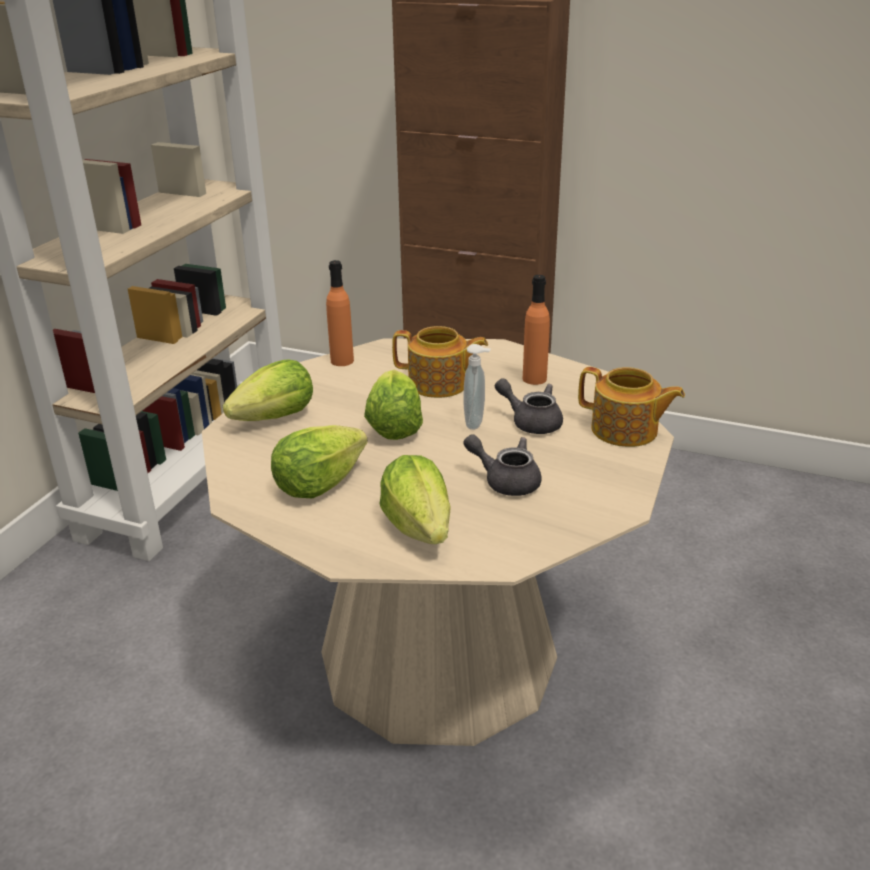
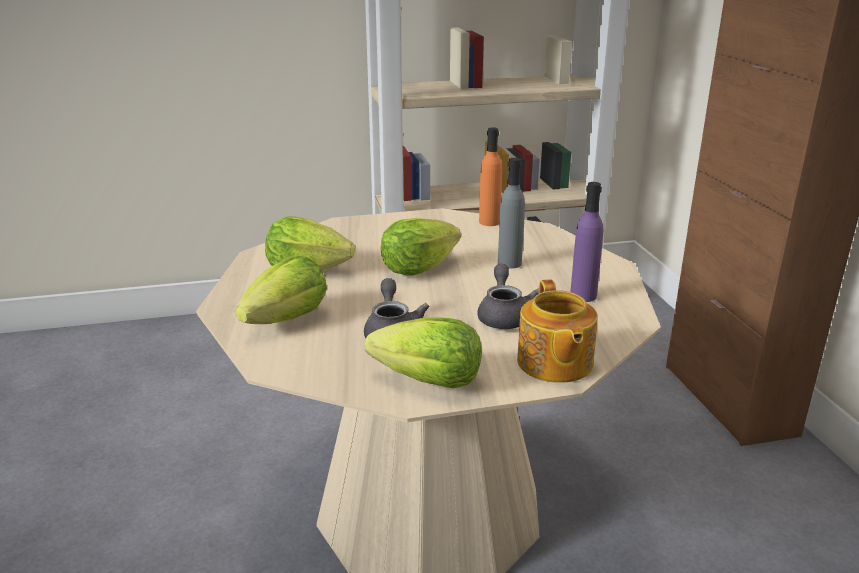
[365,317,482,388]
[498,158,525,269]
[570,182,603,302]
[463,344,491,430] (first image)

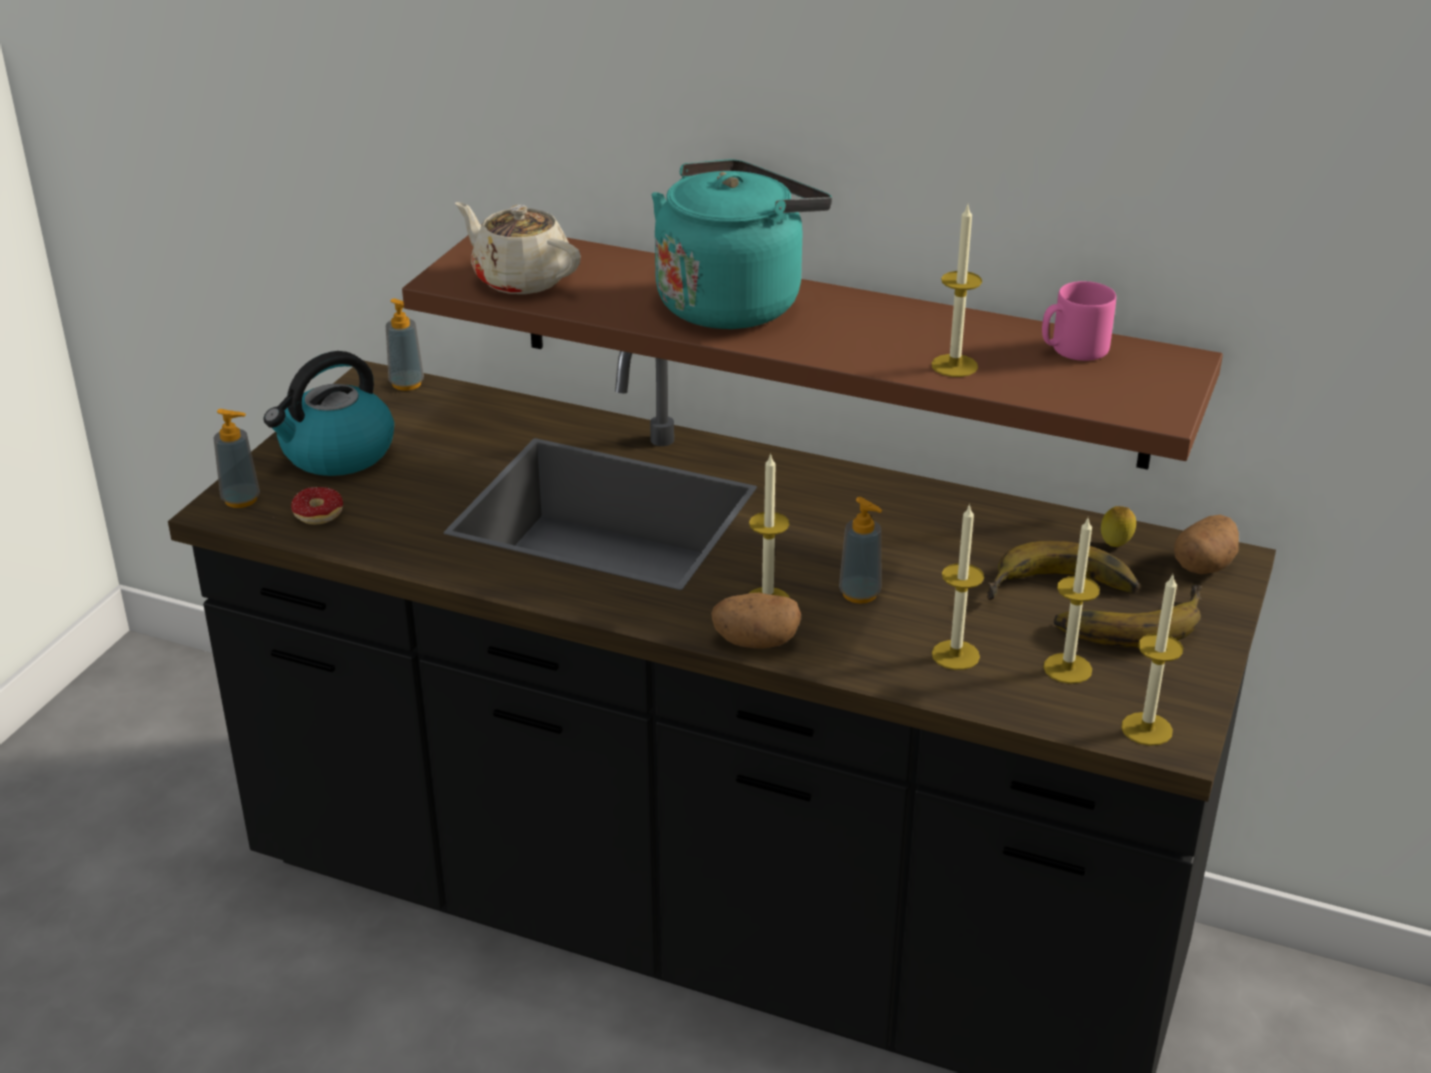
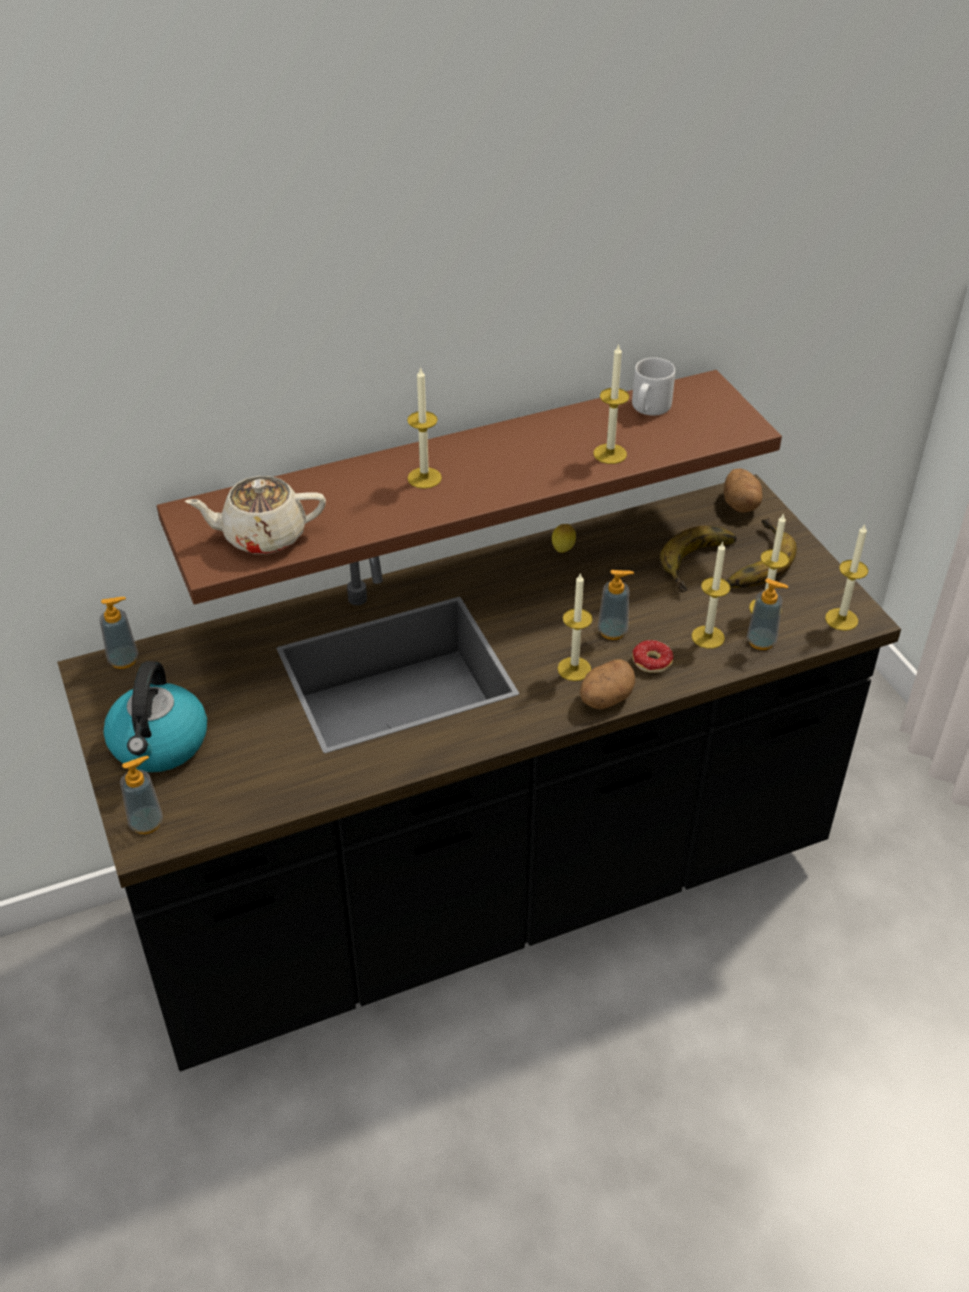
[407,367,442,489]
[552,524,576,553]
[632,358,675,416]
[632,640,674,673]
[747,578,789,650]

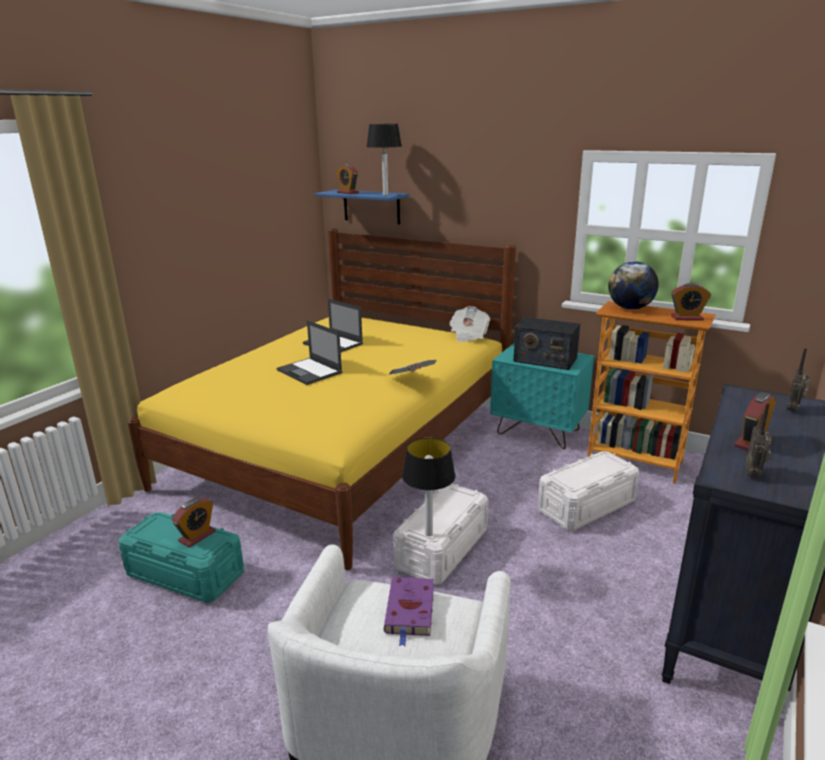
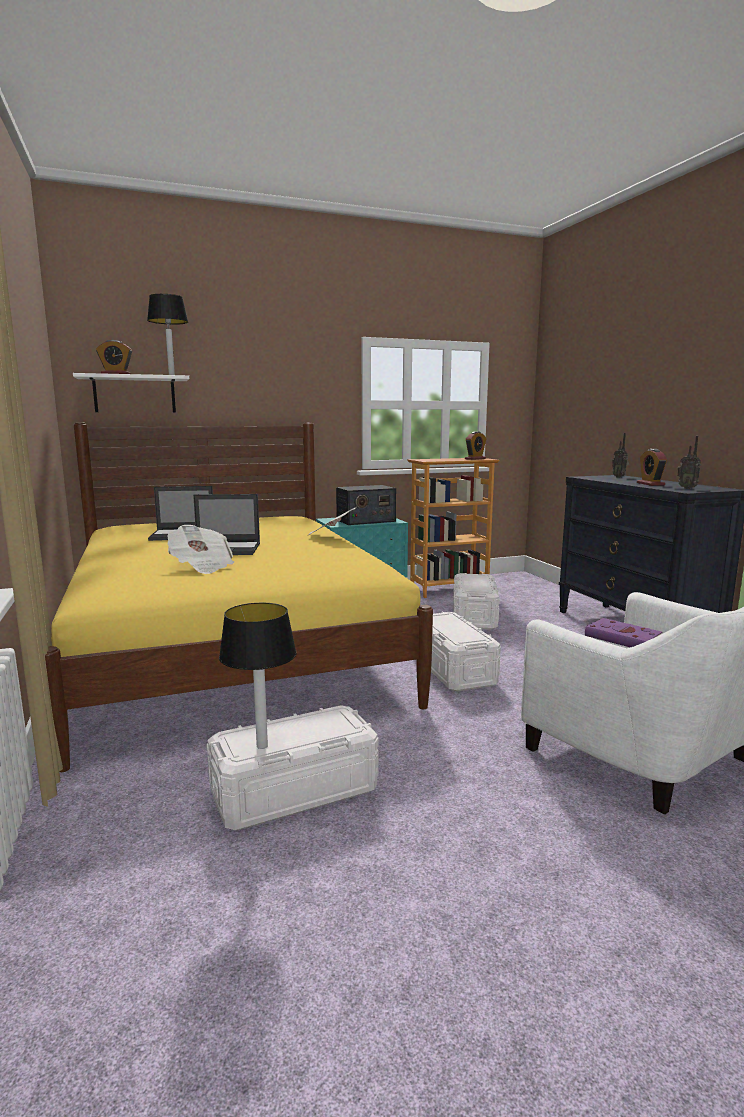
[73,373,189,413]
[167,525,234,574]
[207,705,378,830]
[219,603,297,749]
[172,498,216,548] (first image)
[608,261,659,310] (first image)

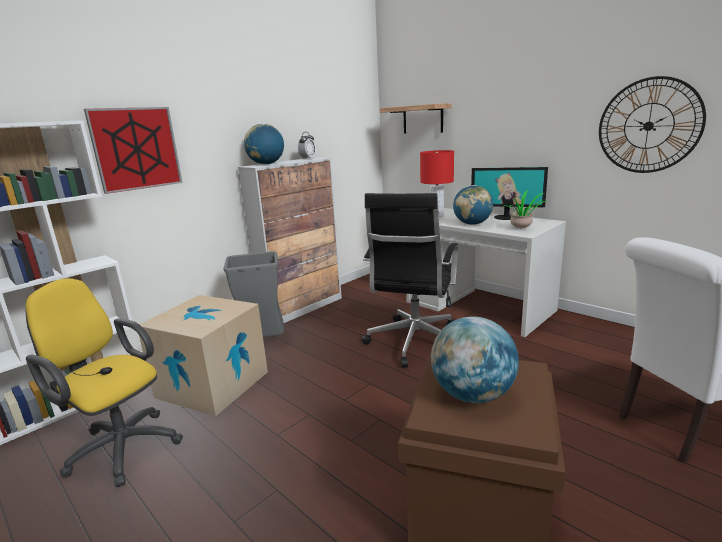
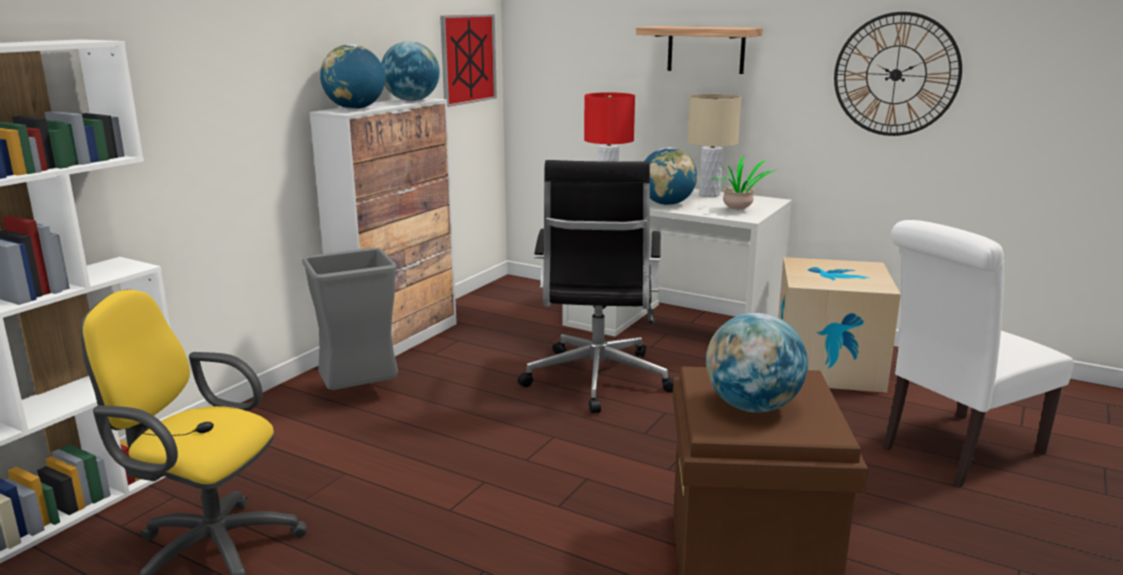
[381,41,440,101]
[440,14,497,107]
[636,26,763,74]
[687,94,742,197]
[778,257,901,393]

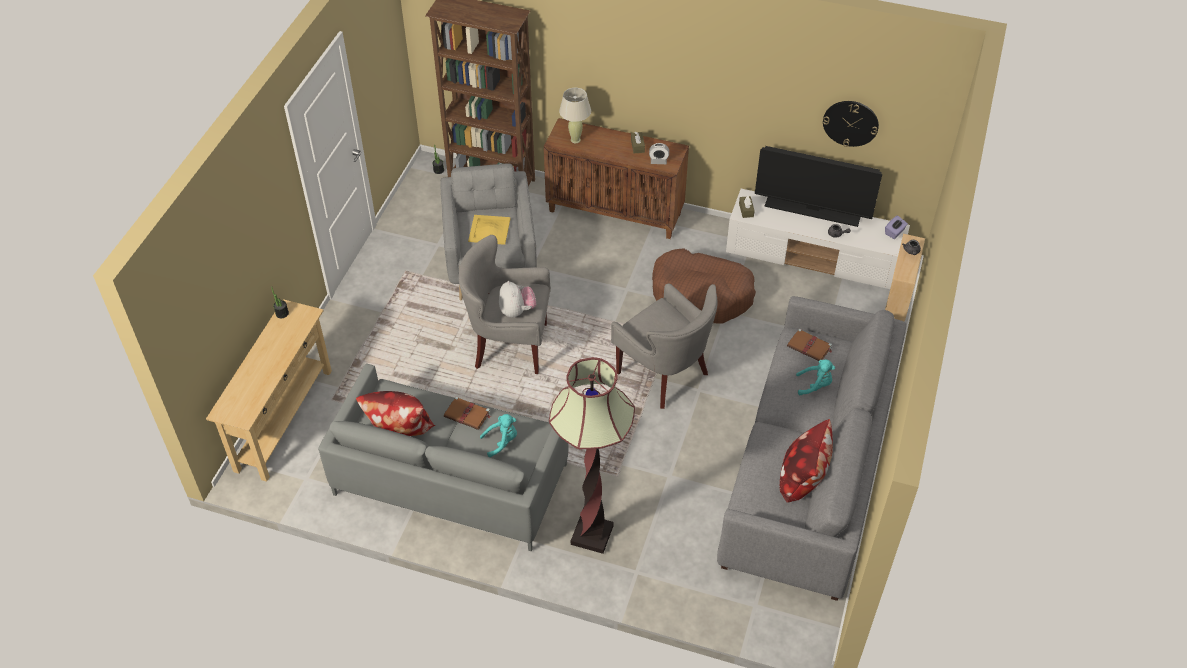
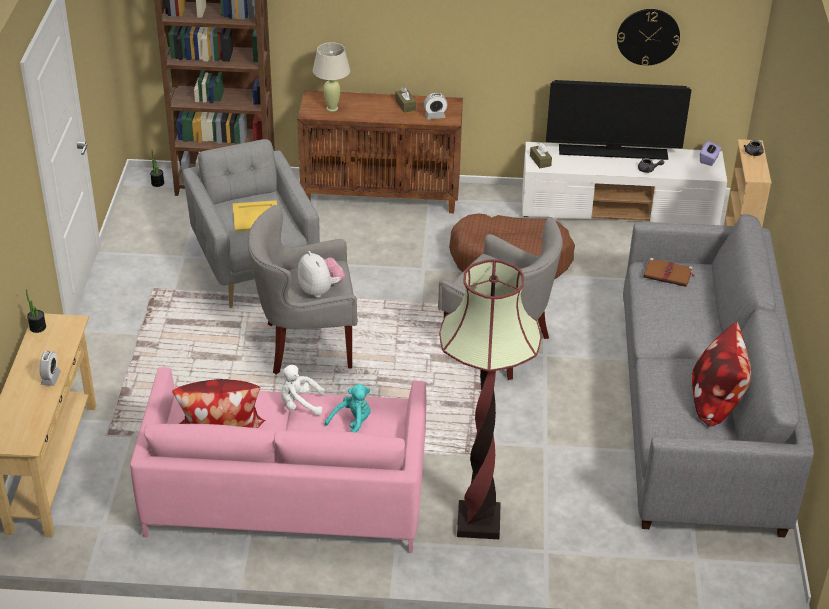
[40,351,61,386]
[130,367,426,553]
[280,365,325,415]
[796,360,835,395] (first image)

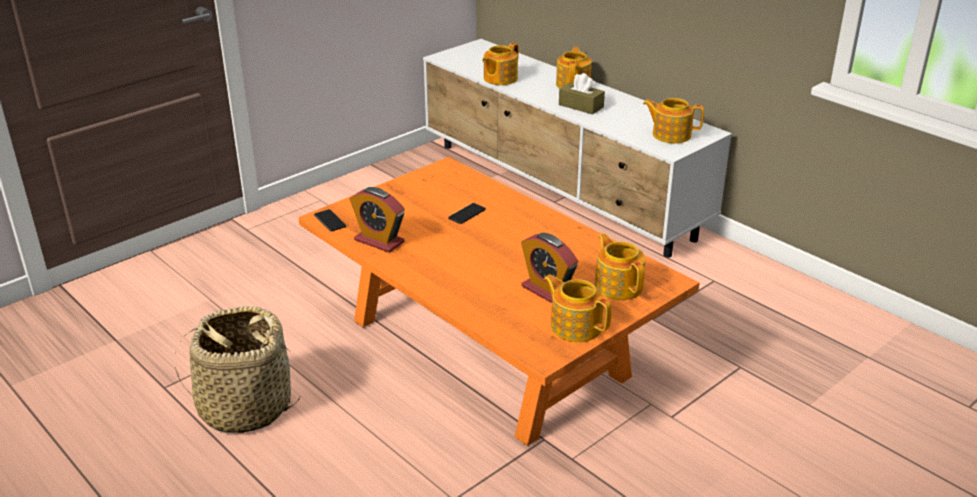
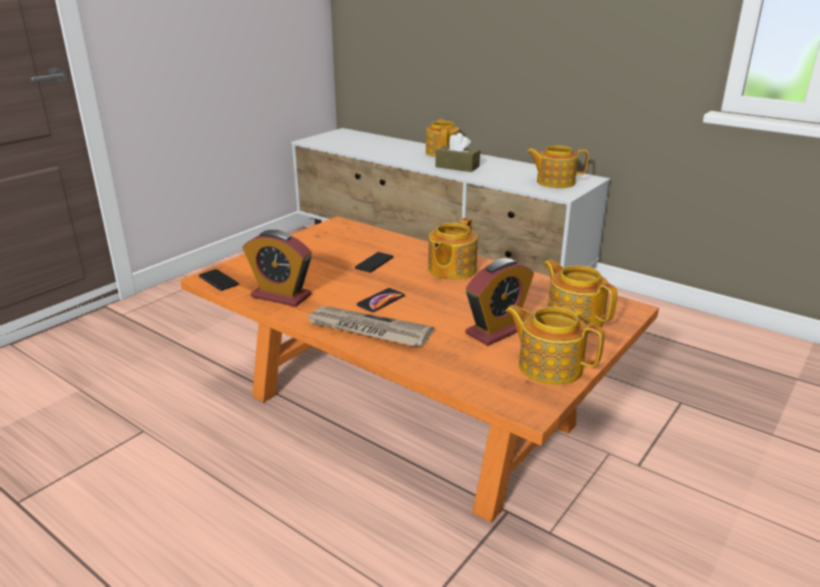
[306,306,434,346]
[357,288,405,312]
[428,218,478,280]
[466,258,534,346]
[175,306,301,434] (first image)

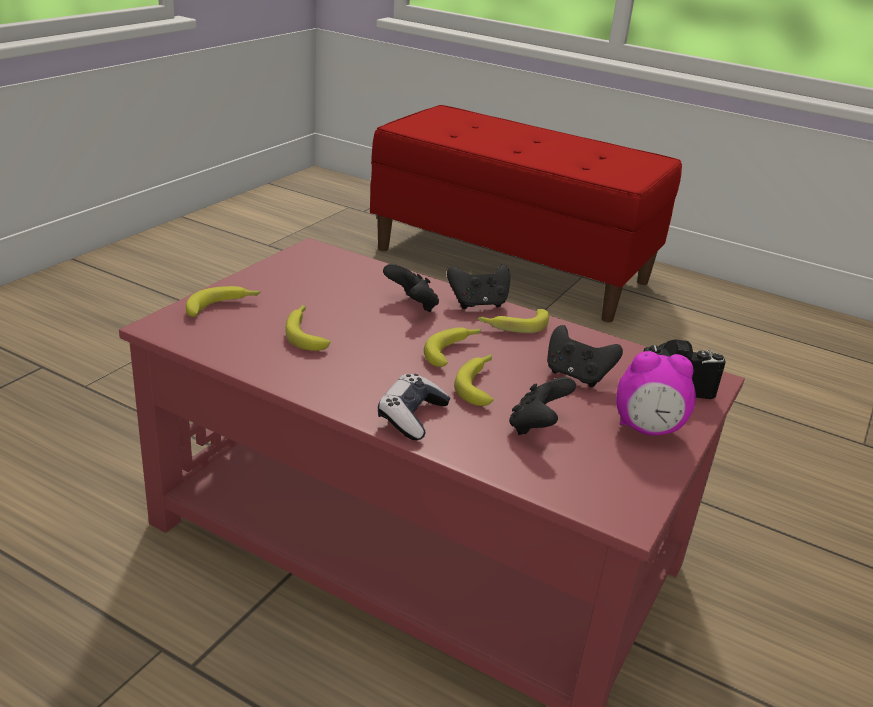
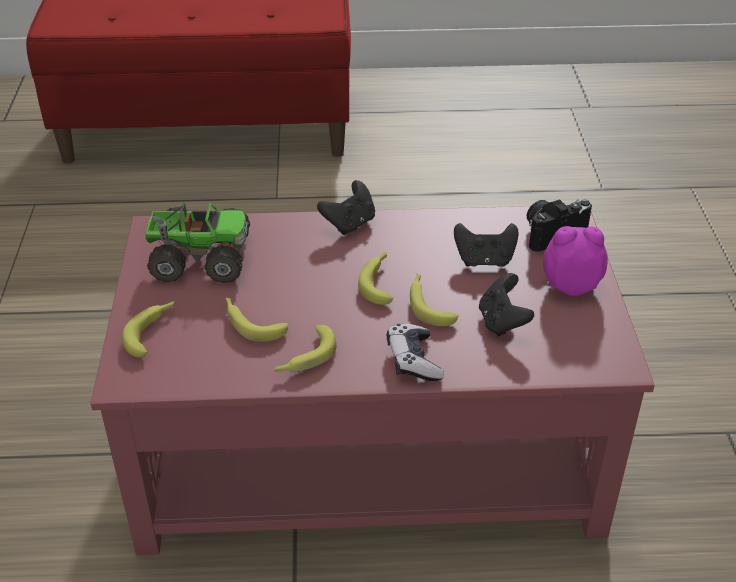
[145,203,250,283]
[274,325,336,372]
[543,226,608,296]
[383,264,439,312] (first image)

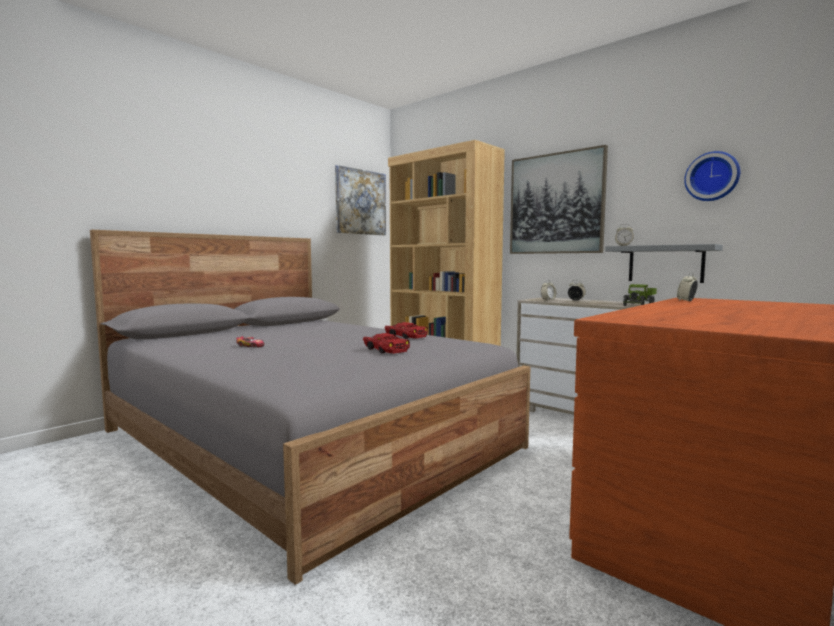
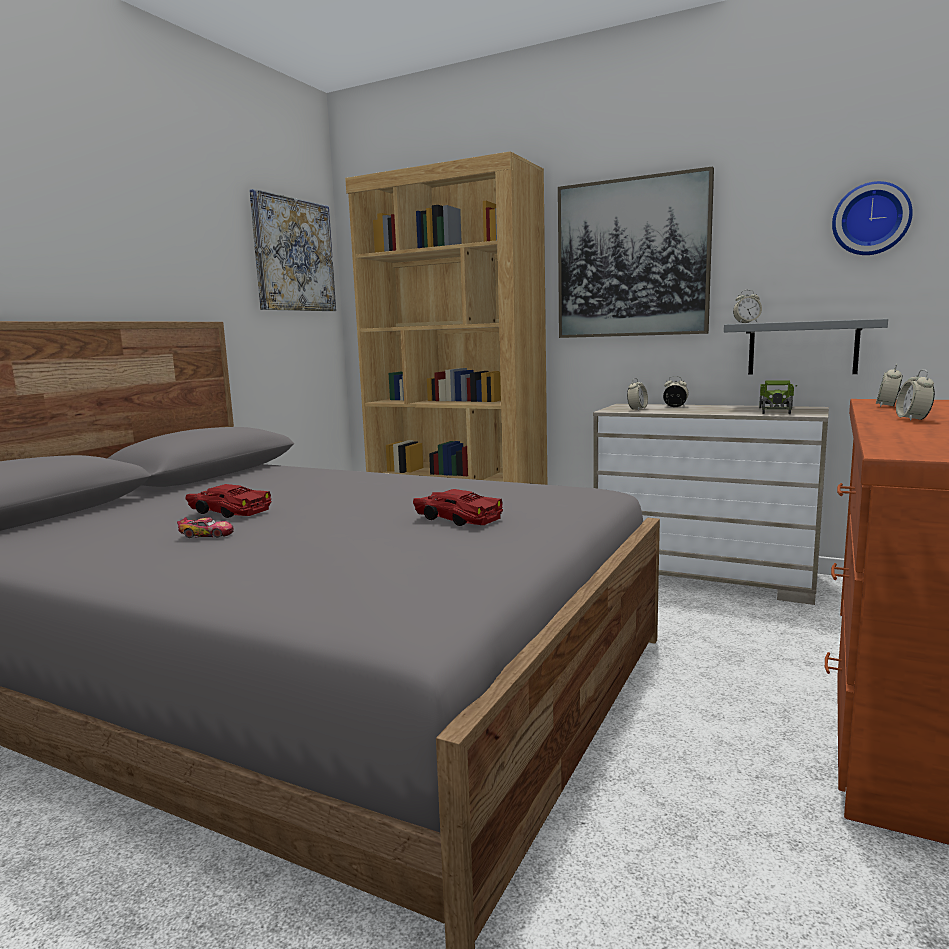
[185,484,272,518]
[896,369,935,421]

